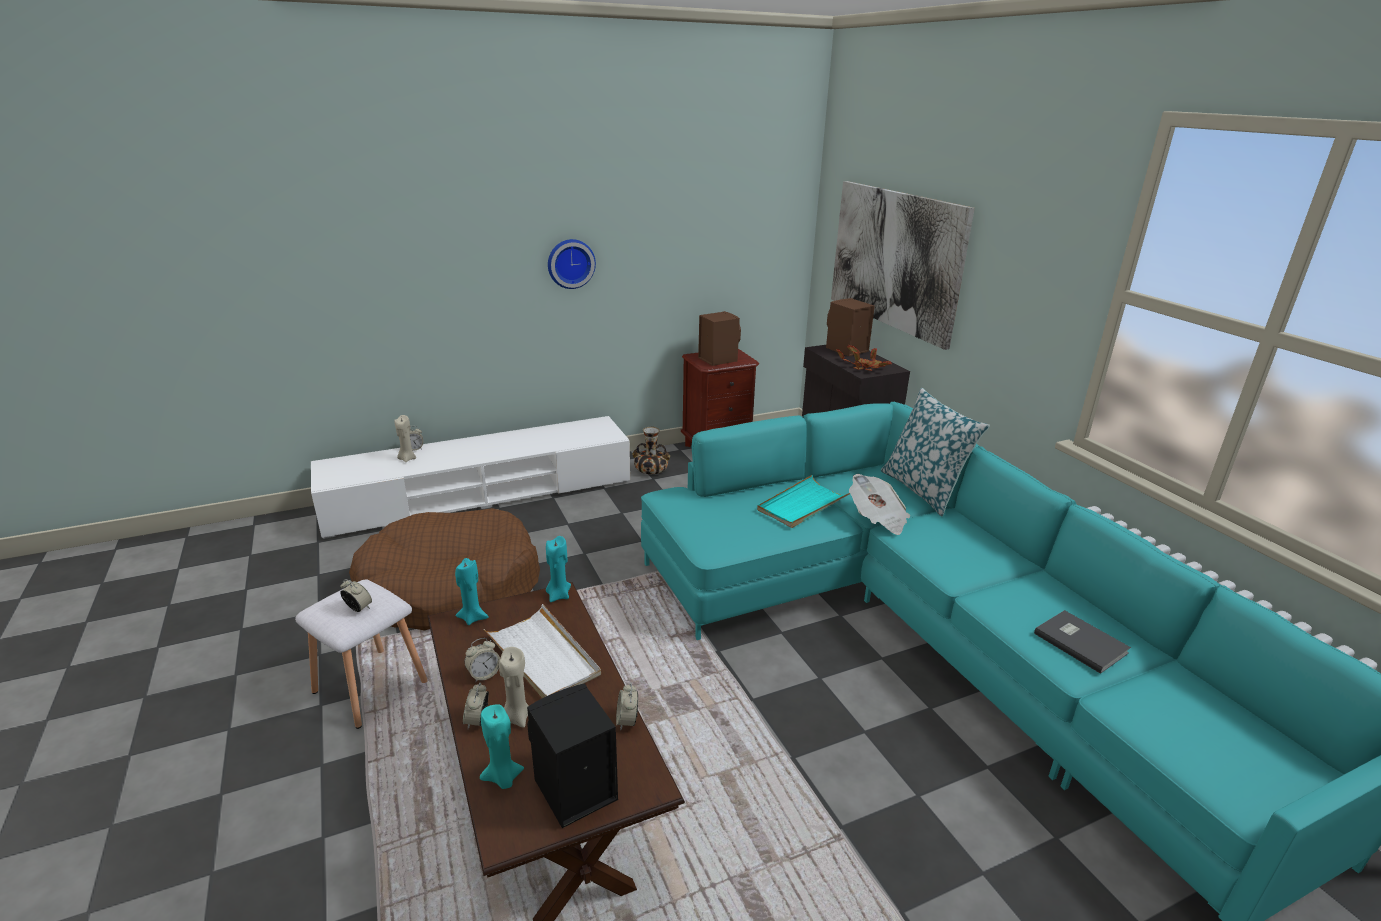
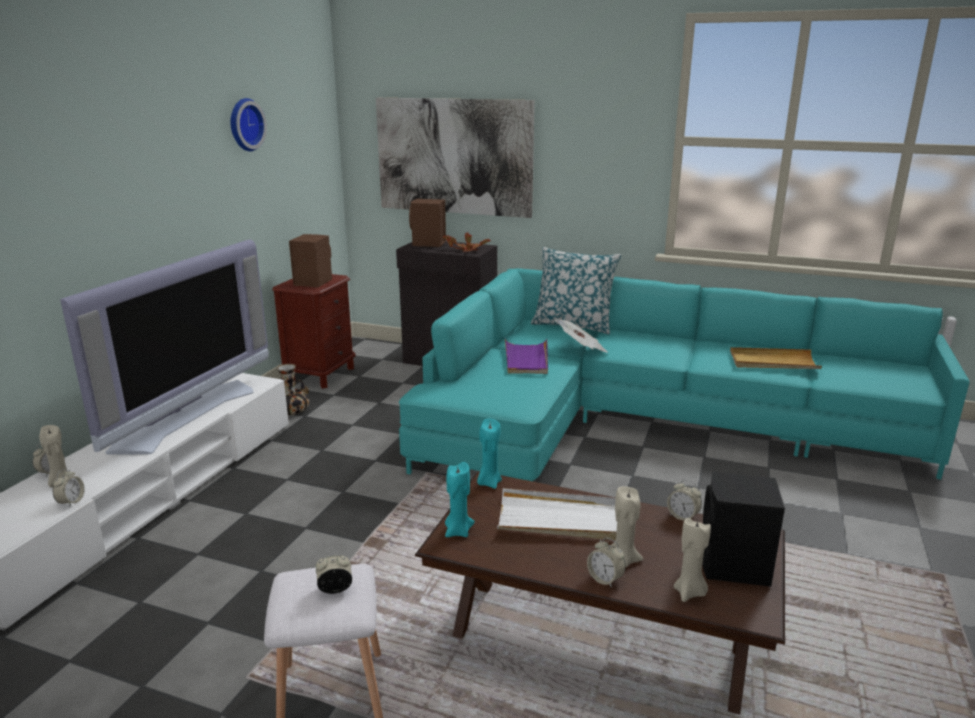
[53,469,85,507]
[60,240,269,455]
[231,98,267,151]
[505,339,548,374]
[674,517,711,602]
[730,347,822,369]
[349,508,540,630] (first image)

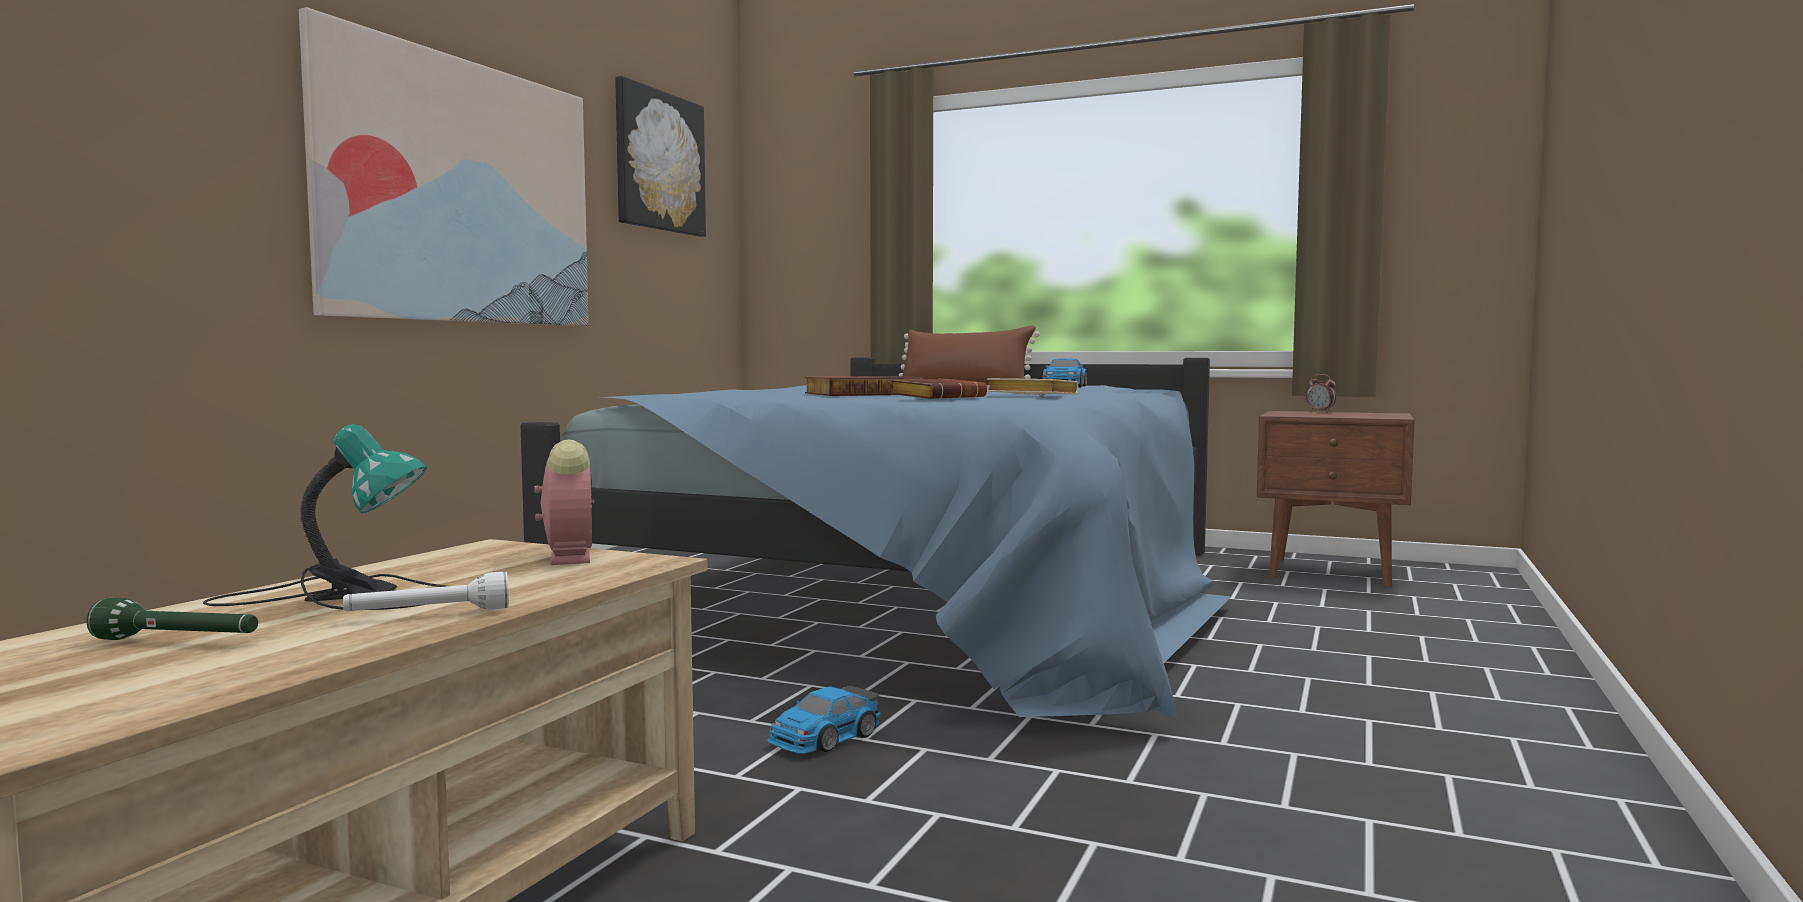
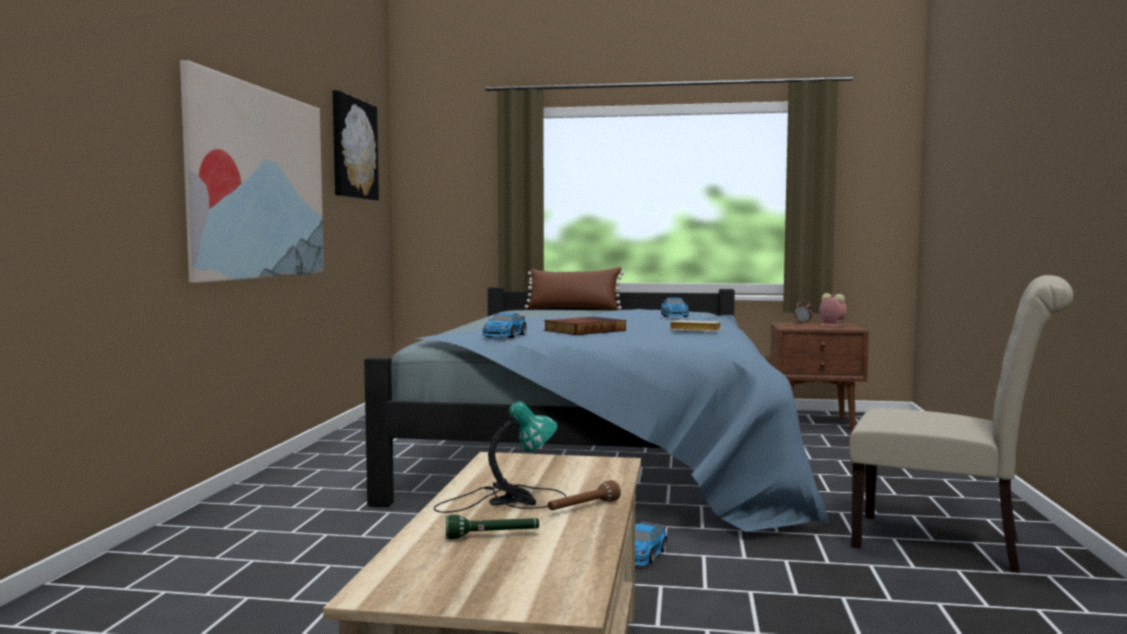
[482,313,527,338]
[548,480,621,510]
[819,293,847,327]
[849,275,1073,573]
[890,379,987,399] (first image)

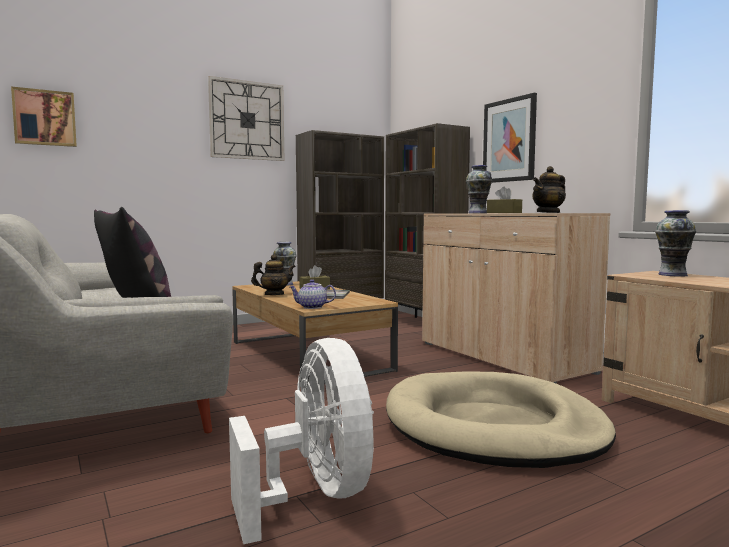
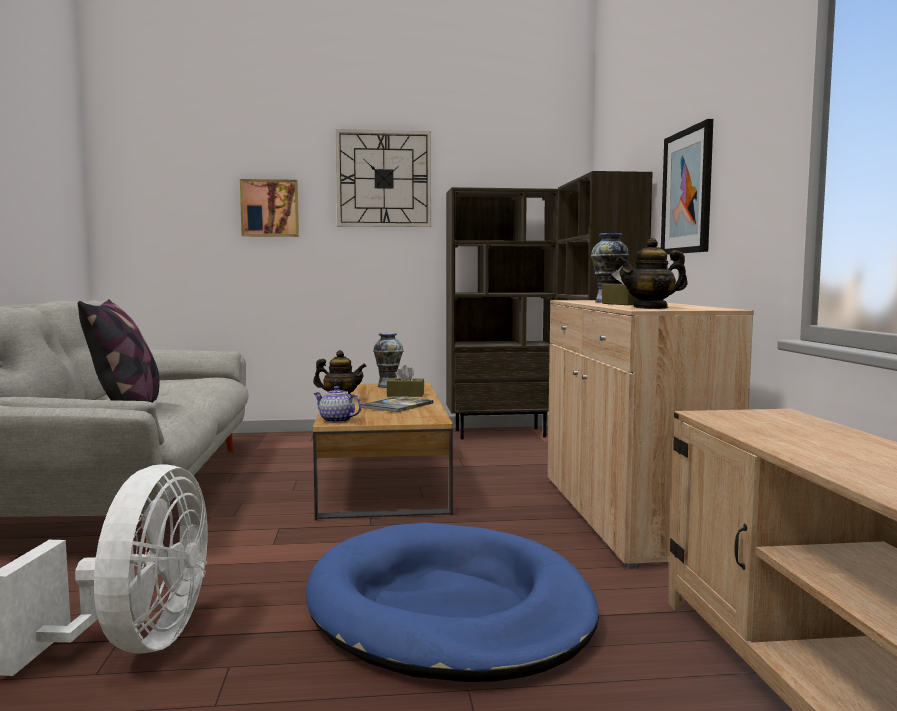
[240,179,299,237]
[306,523,599,682]
[655,210,696,277] (first image)

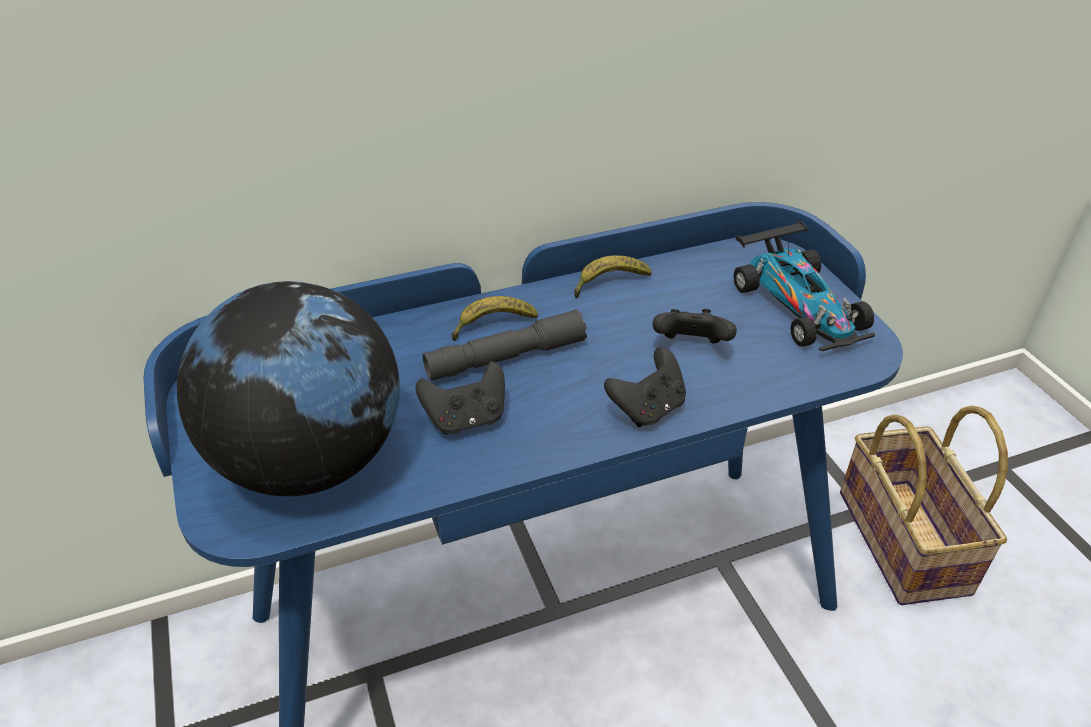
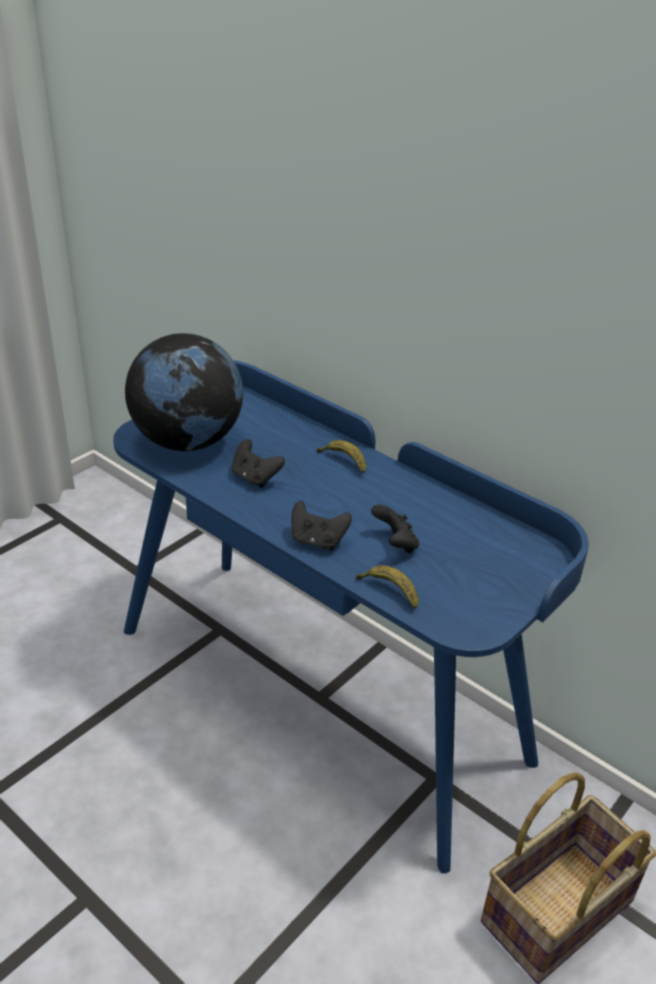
[356,565,419,609]
[423,309,587,381] (first image)
[733,221,875,351] (first image)

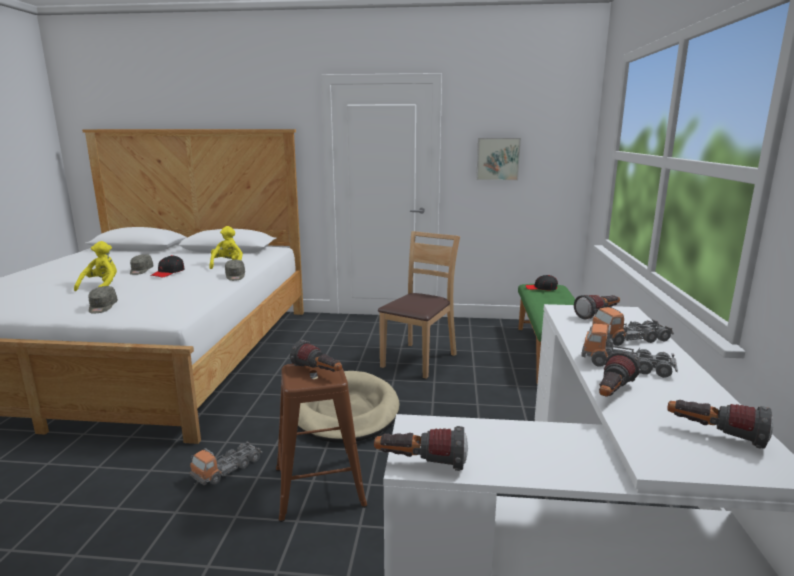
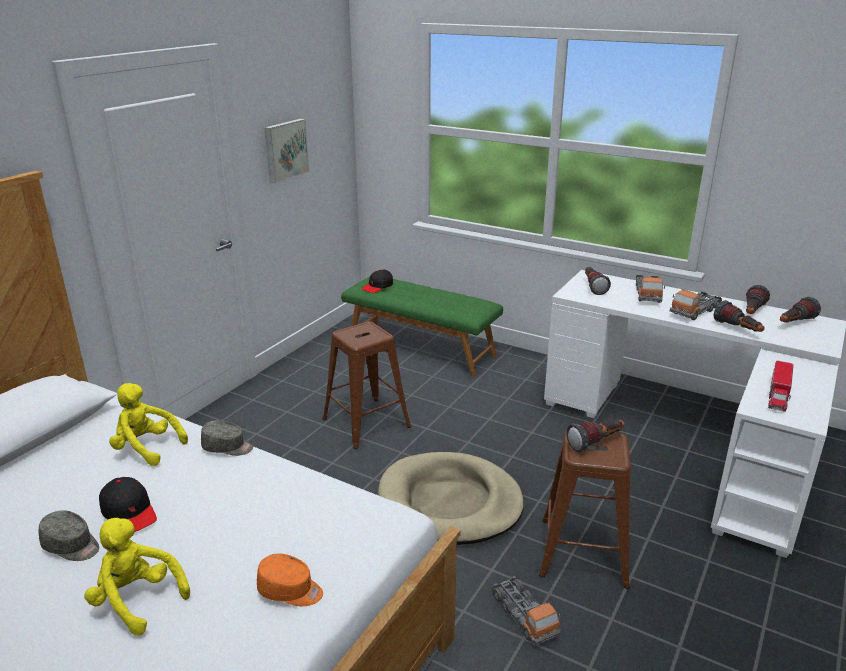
[257,553,323,606]
[322,322,411,449]
[746,285,770,314]
[768,360,794,412]

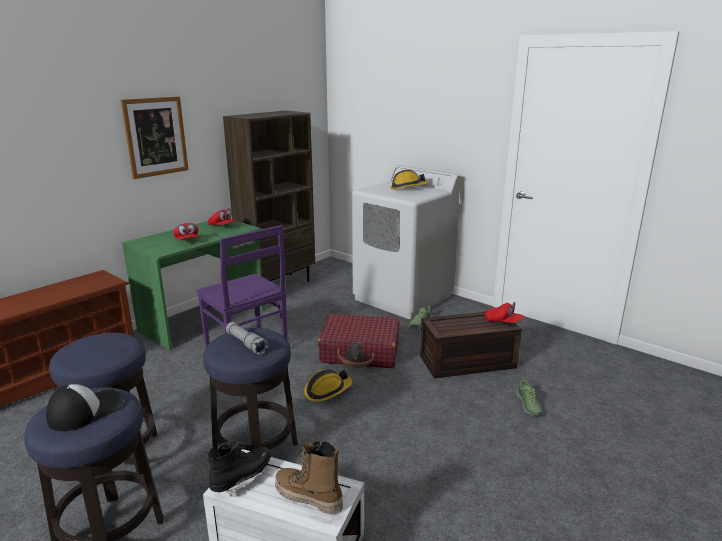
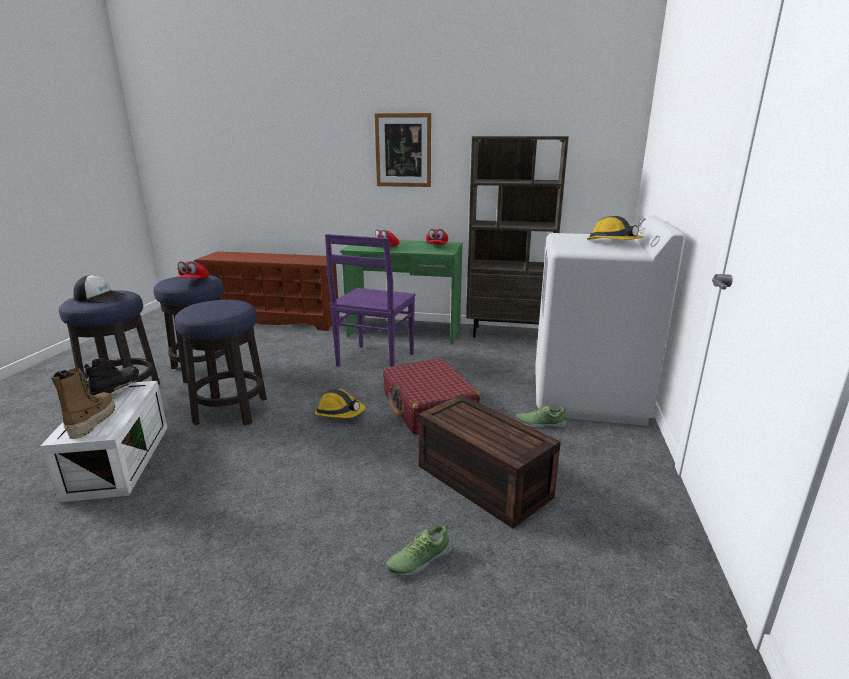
[84,358,139,399]
[176,261,209,279]
[226,322,269,355] (first image)

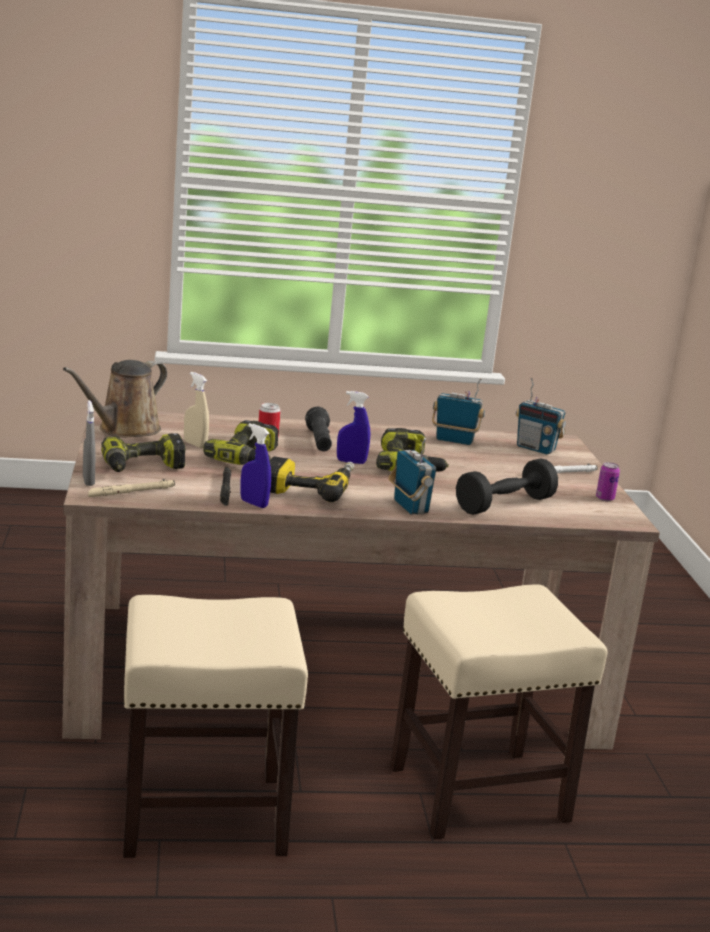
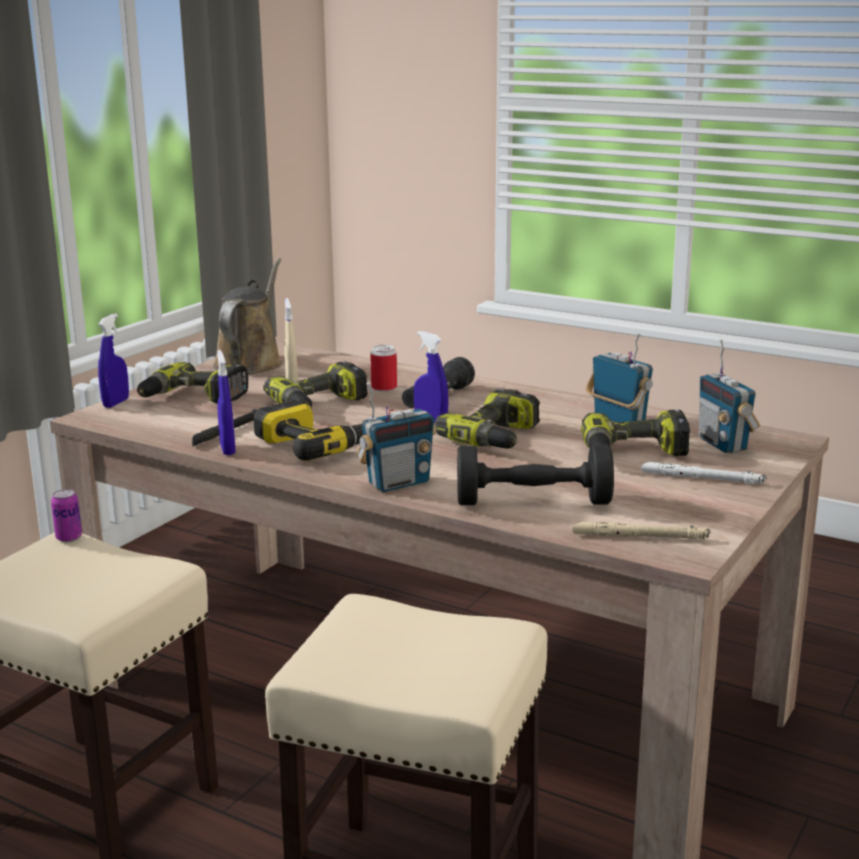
[51,489,82,542]
[98,314,129,408]
[213,258,282,374]
[357,382,437,492]
[573,522,710,539]
[581,410,690,456]

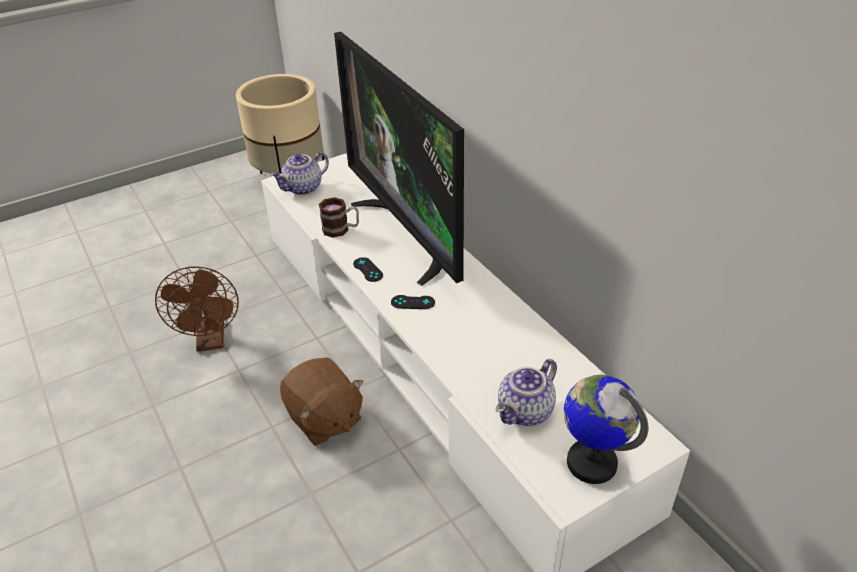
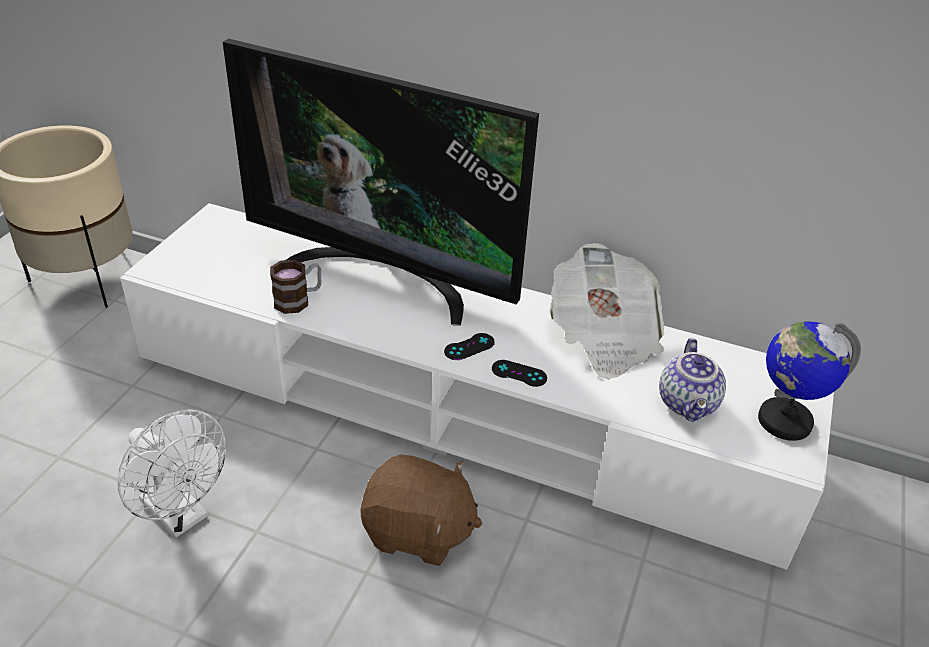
[118,409,226,538]
[492,360,547,387]
[549,243,664,380]
[270,152,329,195] (first image)

